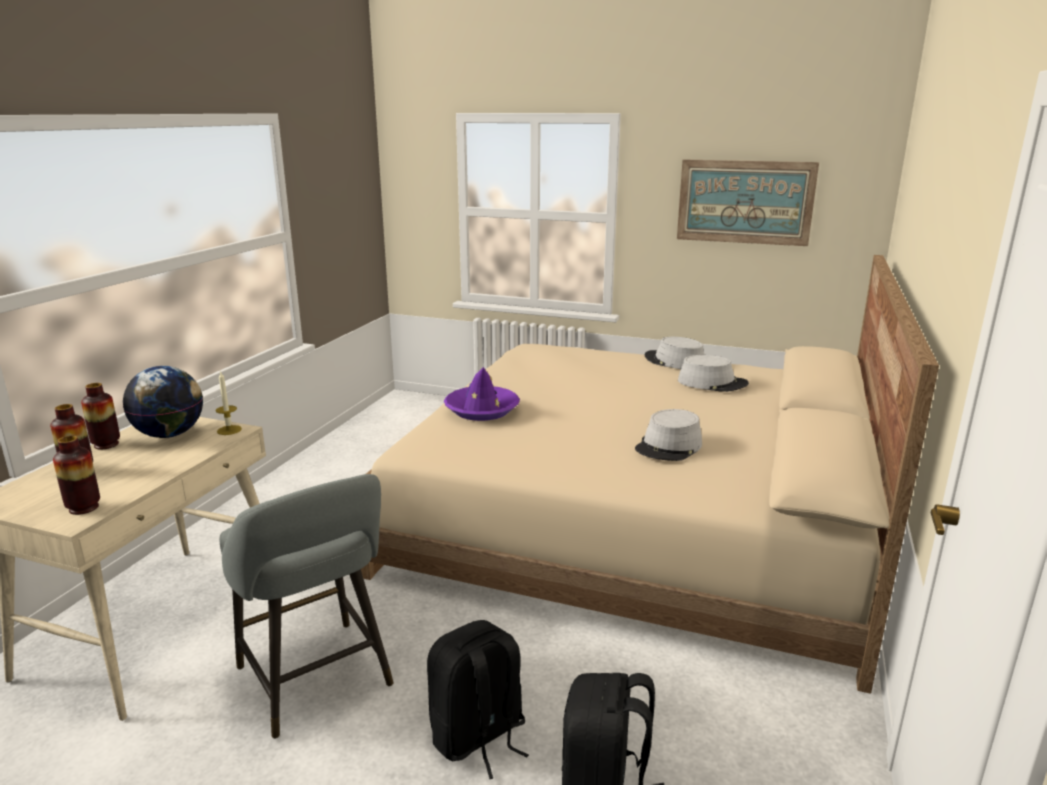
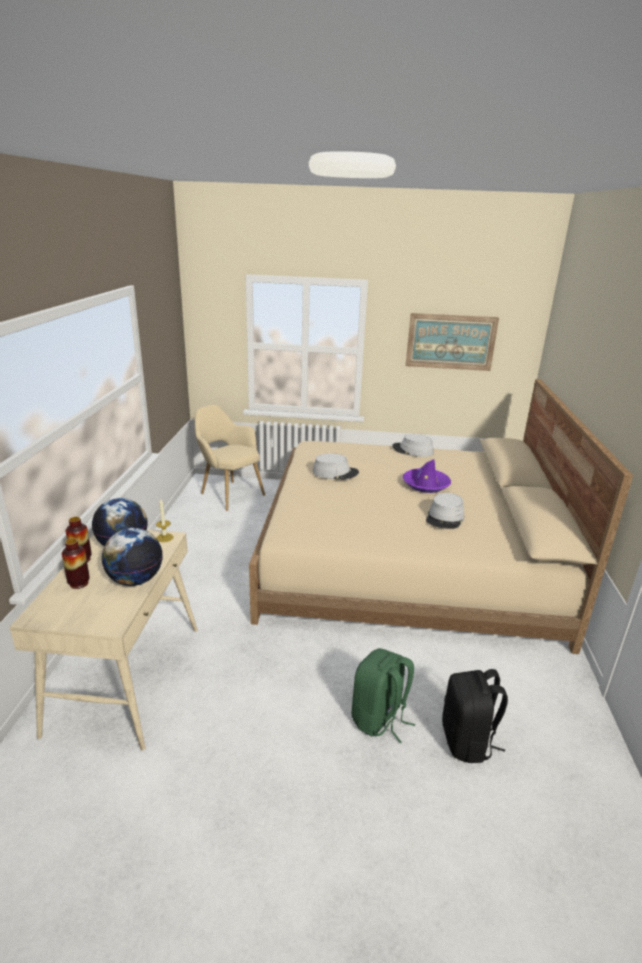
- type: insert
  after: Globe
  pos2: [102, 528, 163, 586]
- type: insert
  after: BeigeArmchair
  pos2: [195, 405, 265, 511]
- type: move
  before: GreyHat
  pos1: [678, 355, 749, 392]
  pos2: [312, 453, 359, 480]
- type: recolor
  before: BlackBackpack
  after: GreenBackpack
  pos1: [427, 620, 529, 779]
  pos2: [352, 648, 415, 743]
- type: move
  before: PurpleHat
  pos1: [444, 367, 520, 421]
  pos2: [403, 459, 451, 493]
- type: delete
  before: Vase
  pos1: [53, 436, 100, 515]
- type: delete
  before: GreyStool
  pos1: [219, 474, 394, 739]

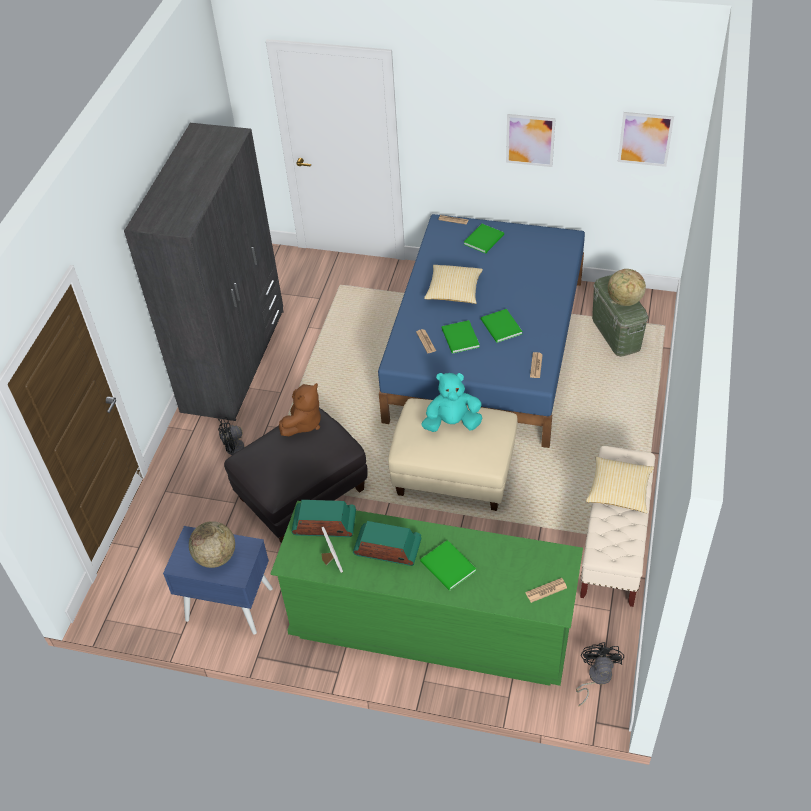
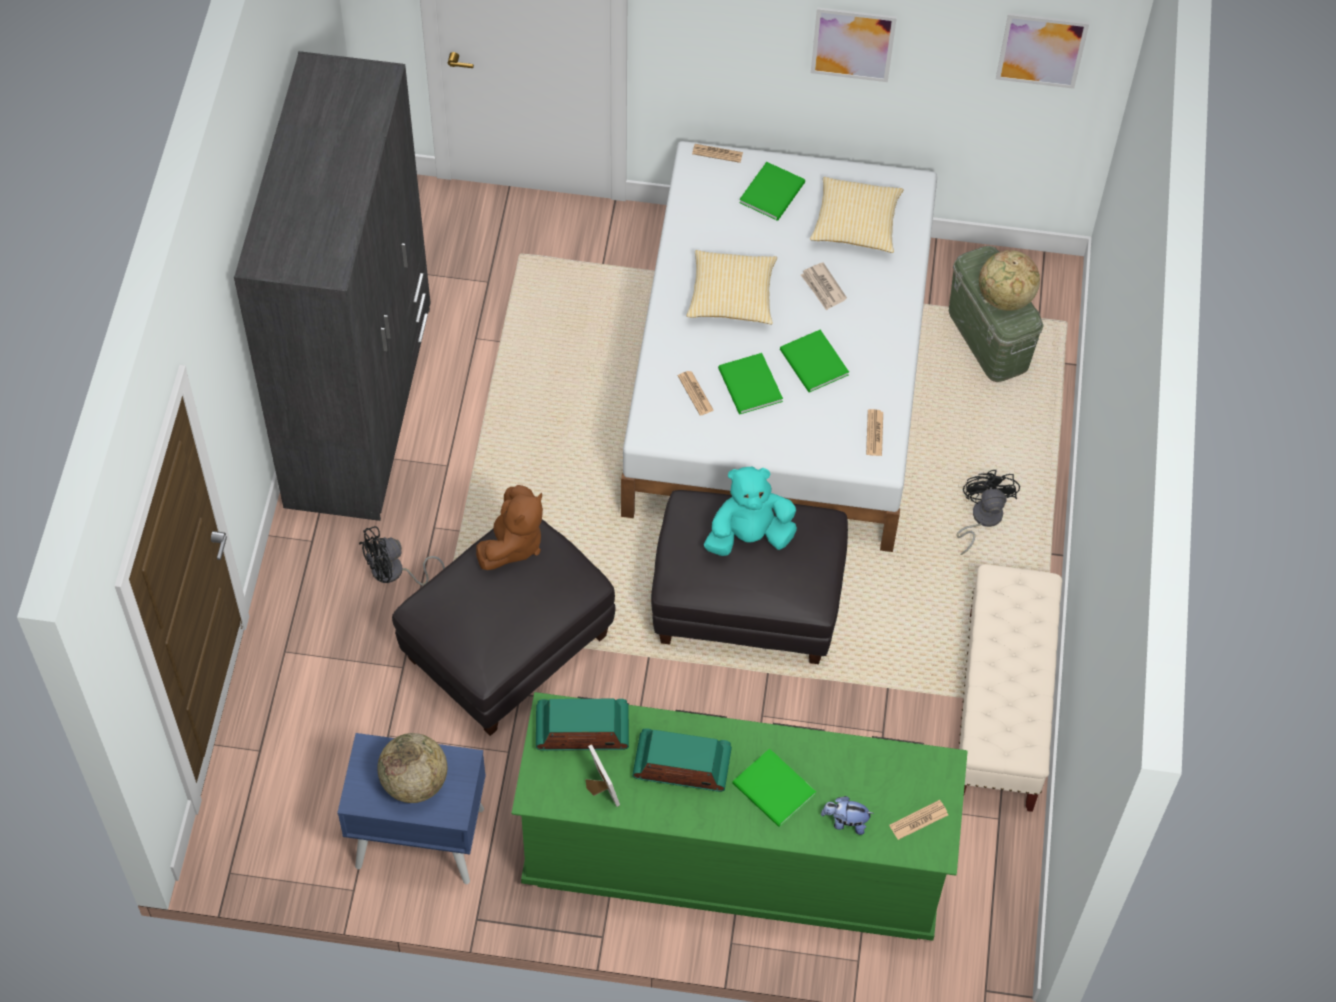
- type: recolor
  before: BlueBed
  after: WhiteBed
  pos1: [378, 214, 585, 448]
  pos2: [621, 141, 937, 552]
- type: recolor
  before: BeigeOttoman
  after: BlackOttoman
  pos1: [388, 398, 518, 511]
  pos2: [651, 490, 848, 664]
- type: insert
  after: Newspaper
  pos2: [801, 262, 847, 311]
- type: move
  before: Pillow
  pos1: [586, 457, 654, 513]
  pos2: [810, 177, 903, 253]
- type: insert
  after: PlushToy
  pos2: [821, 796, 874, 835]
- type: move
  before: BlackFan
  pos1: [576, 642, 624, 706]
  pos2: [956, 470, 1020, 555]

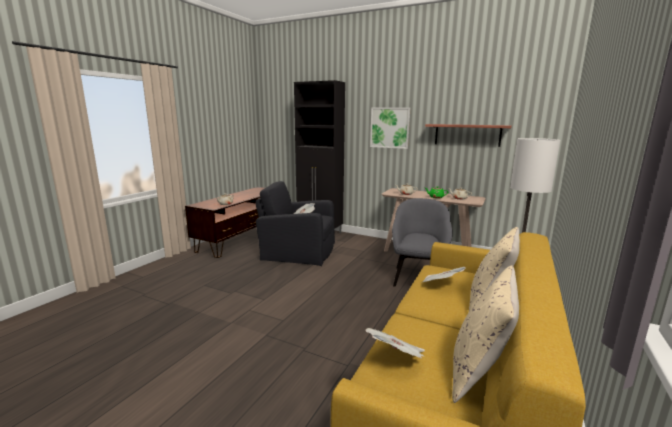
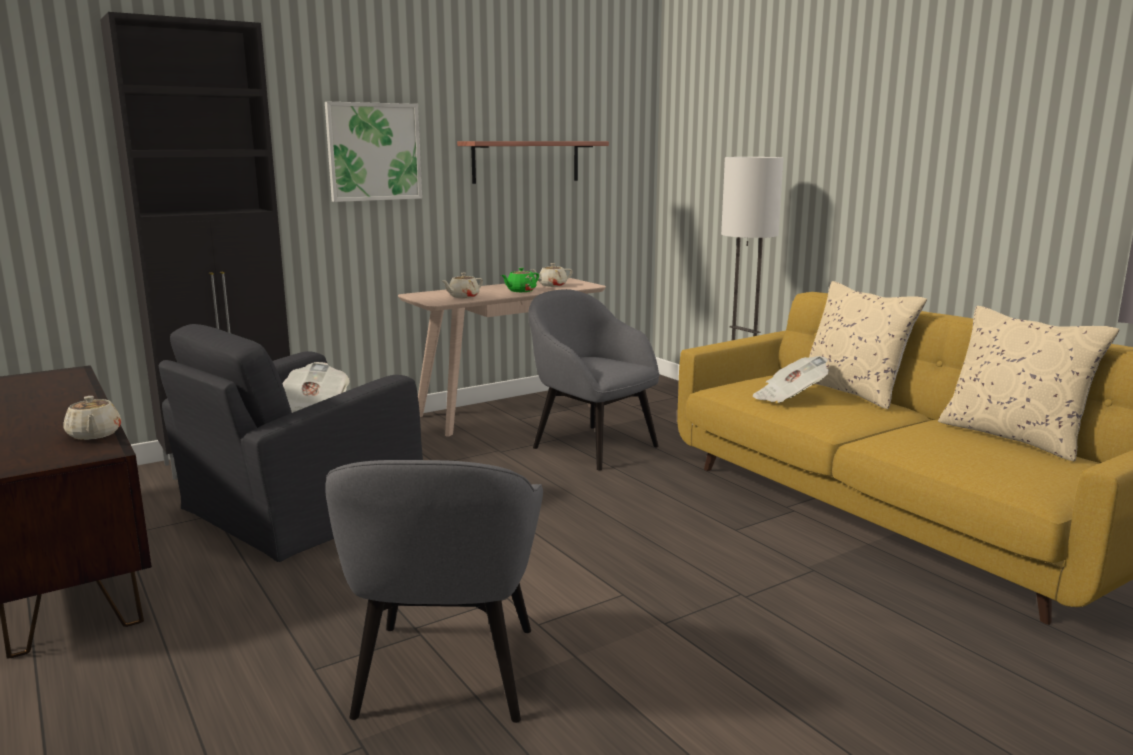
- type: insert
  after: GreyArmchair
  pos2: [325, 460, 543, 723]
- type: delete
  before: Newspaper
  pos1: [365, 328, 425, 358]

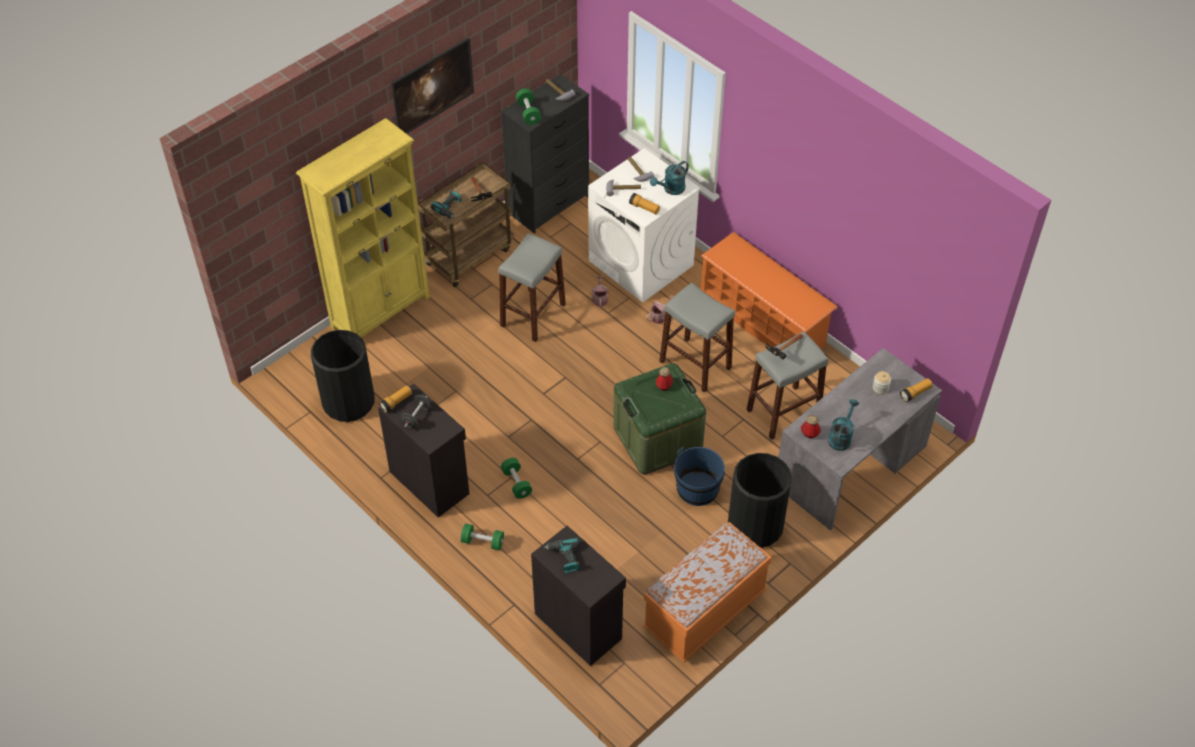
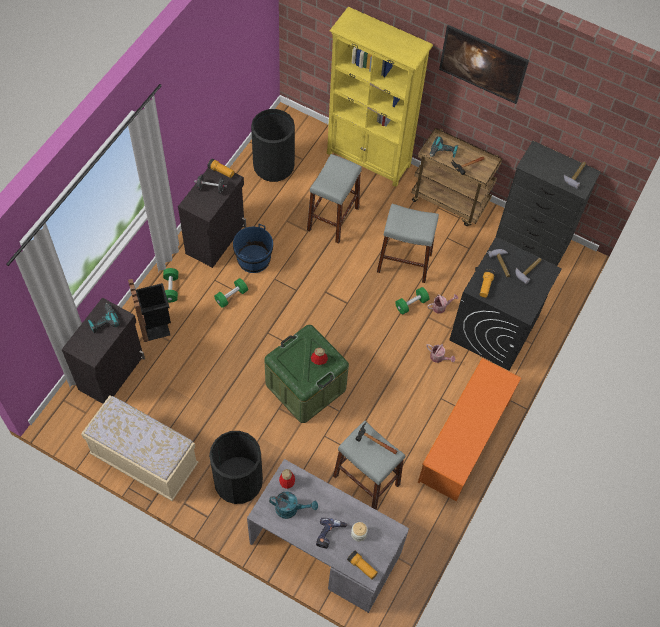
- type: recolor
  before: OrangeBench
  after: BeigeBench
  pos1: [643, 522, 772, 663]
  pos2: [81, 395, 198, 501]
- type: insert
  after: BlackTrashCan
  pos2: [128, 279, 171, 342]
- type: move
  before: BlueBucket
  pos1: [674, 447, 725, 506]
  pos2: [233, 223, 273, 273]
- type: move
  before: GreyStool
  pos1: [659, 283, 735, 393]
  pos2: [307, 154, 362, 244]
- type: insert
  after: PowerDrill
  pos2: [316, 518, 347, 549]
- type: move
  before: GreenDumbbell
  pos1: [516, 88, 541, 125]
  pos2: [395, 287, 429, 314]
- type: recolor
  before: WhiteWashingMachine
  after: BlackWashingMachine
  pos1: [588, 148, 701, 303]
  pos2: [449, 237, 561, 370]
- type: delete
  before: TurquoiseWateringCan
  pos1: [650, 161, 689, 195]

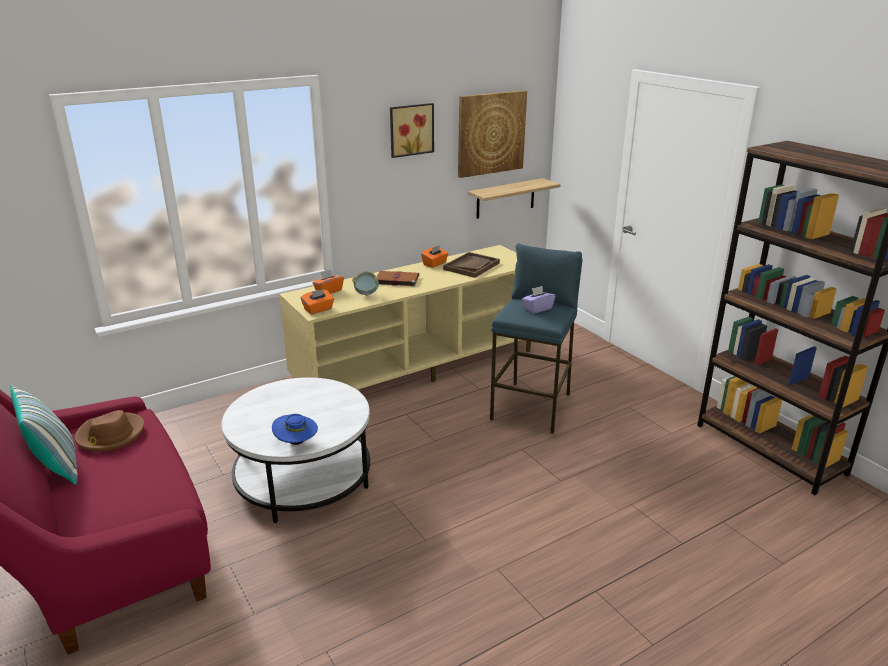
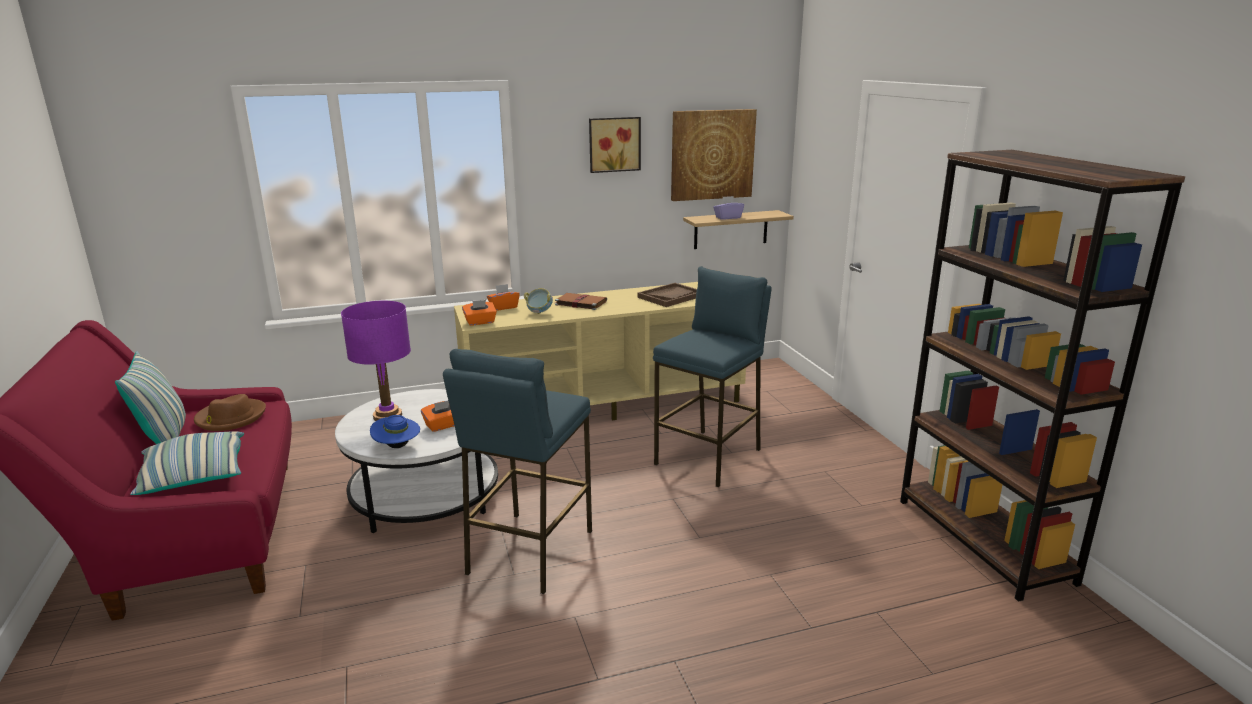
- type: insert
  after: Pillow
  pos2: [130, 431, 244, 495]
- type: insert
  after: PurpleTableLamp
  pos2: [341, 301, 411, 421]
- type: move
  before: OrangeTissueBox
  pos1: [421, 245, 448, 268]
  pos2: [421, 401, 454, 432]
- type: insert
  after: BlueStool
  pos2: [443, 349, 592, 594]
- type: move
  before: PurpleTissueBox
  pos1: [522, 286, 555, 314]
  pos2: [713, 196, 744, 220]

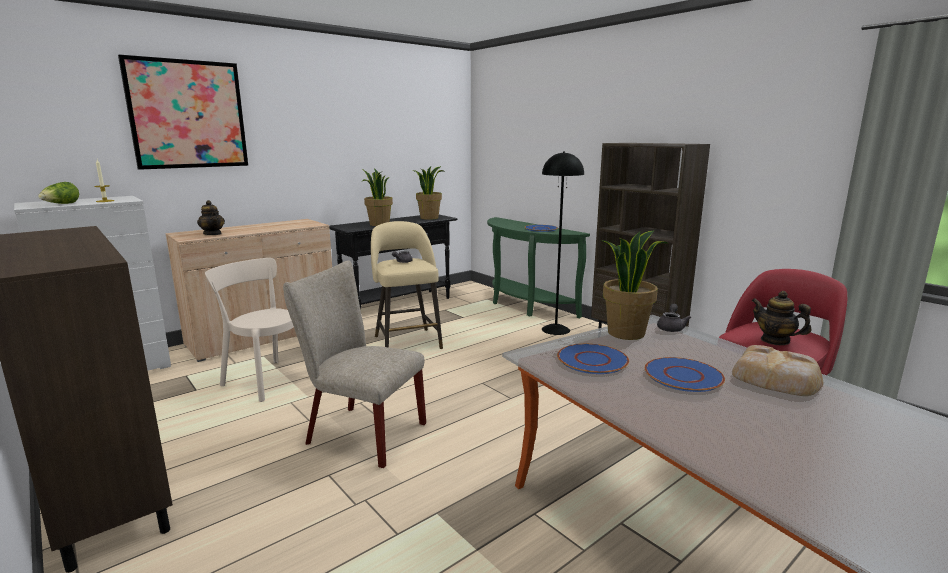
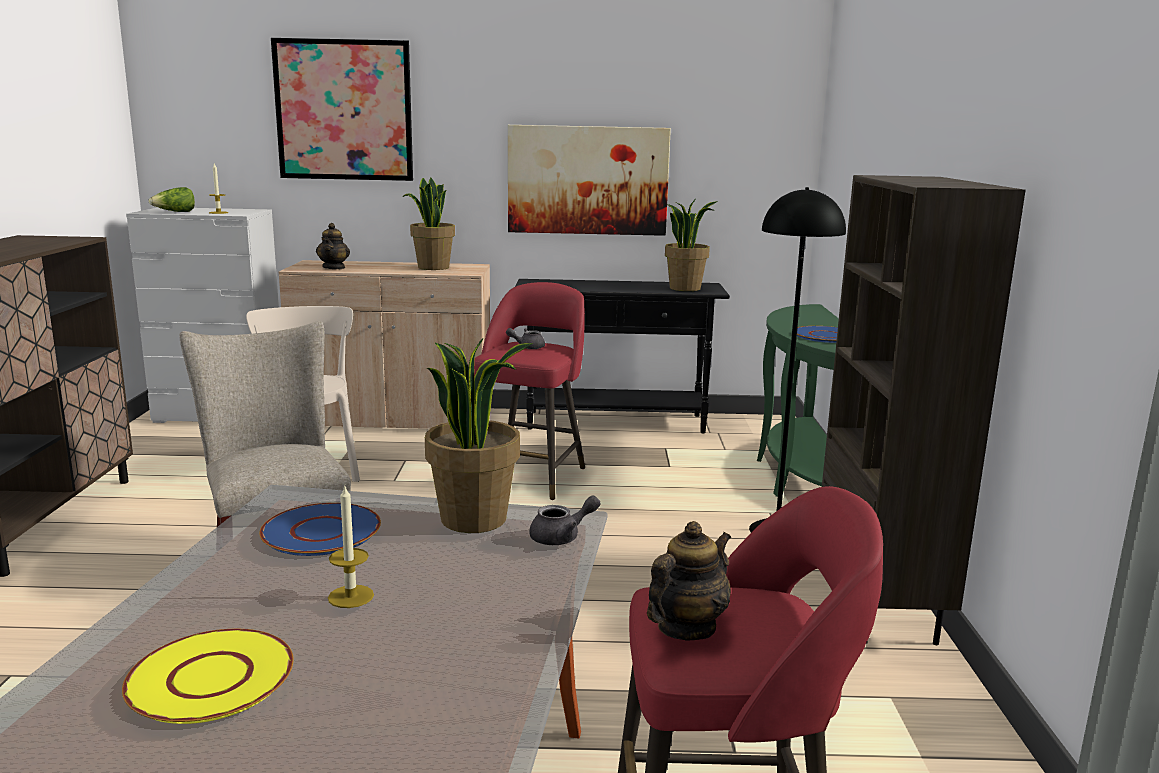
- type: insert
  after: YellowPlate
  pos2: [122, 629, 294, 724]
- type: replace
  before: BluePlate
  after: Candle
  pos1: [645, 357, 725, 392]
  pos2: [328, 486, 374, 608]
- type: move
  before: PottedPlant
  pos1: [362, 168, 393, 226]
  pos2: [402, 178, 455, 270]
- type: recolor
  before: BeigeStool
  after: RedStool
  pos1: [371, 221, 443, 349]
  pos2: [474, 282, 585, 500]
- type: insert
  after: Picture
  pos2: [508, 125, 671, 236]
- type: rotate
  before: Teapot
  pos1: [751, 291, 811, 345]
  pos2: [647, 521, 731, 641]
  turn: 45
- type: delete
  before: Bread
  pos1: [732, 345, 823, 396]

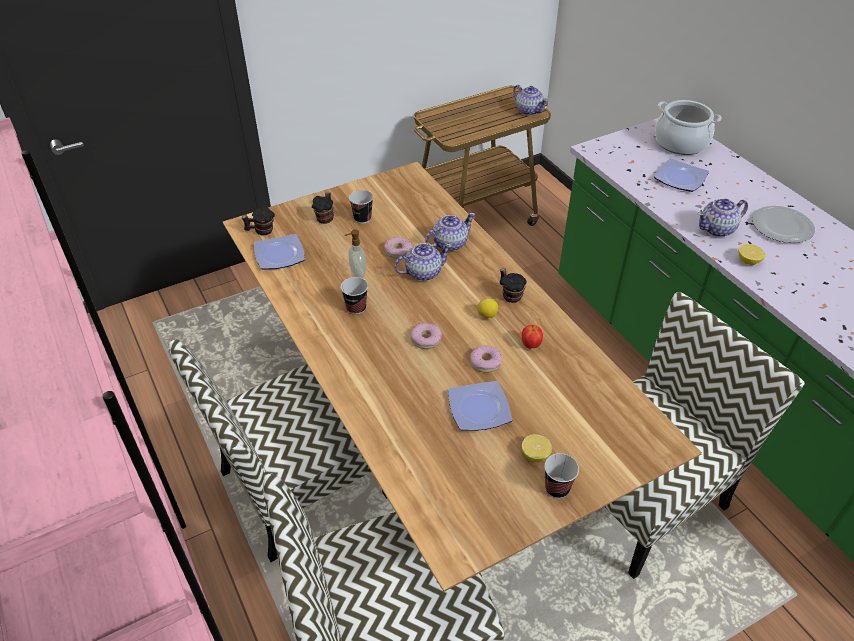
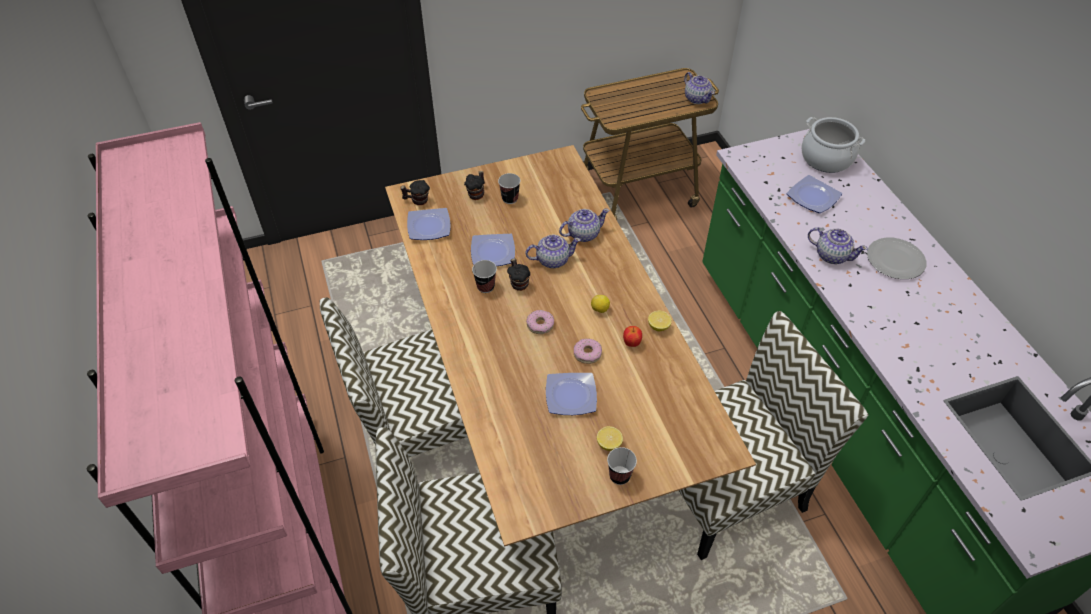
- type: replace
  before: SoapDispenser
  after: Plate
  pos1: [345, 230, 366, 278]
  pos2: [471, 234, 515, 266]
- type: move
  before: Mug
  pos1: [500, 269, 526, 303]
  pos2: [507, 258, 530, 291]
- type: move
  before: Lemon
  pos1: [739, 244, 766, 265]
  pos2: [648, 311, 672, 331]
- type: rotate
  before: Teapot
  pos1: [698, 198, 748, 237]
  pos2: [808, 227, 868, 264]
  turn: -135
- type: delete
  before: Donut
  pos1: [384, 237, 412, 259]

